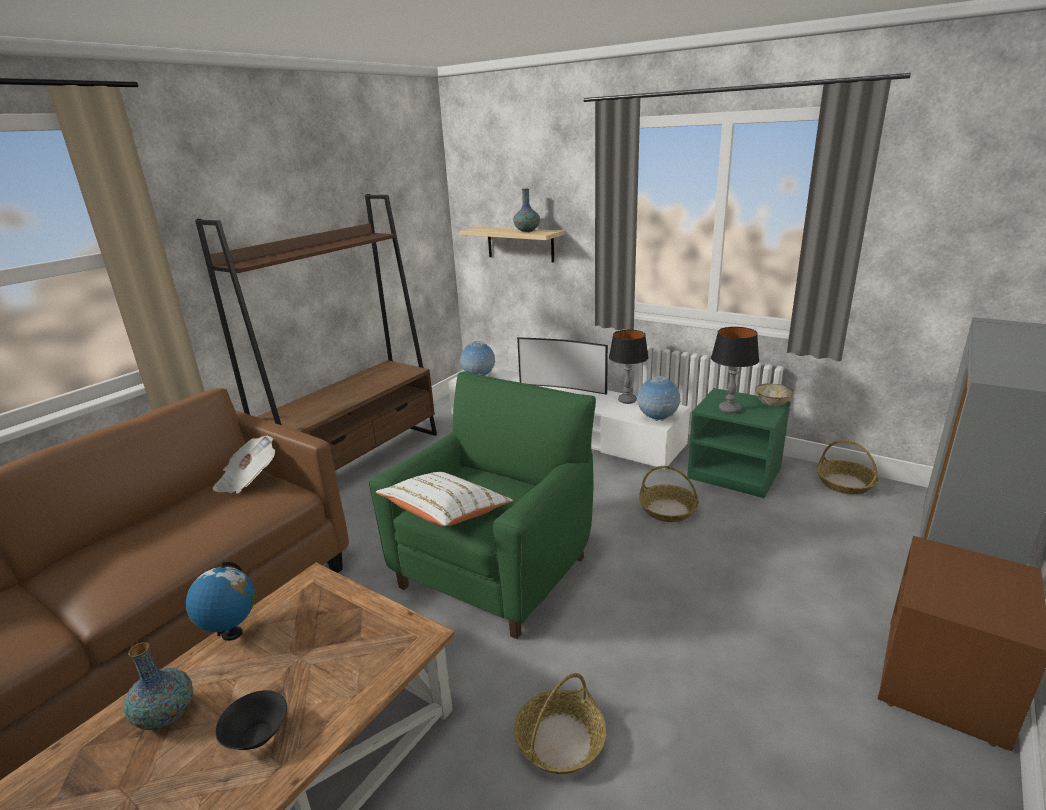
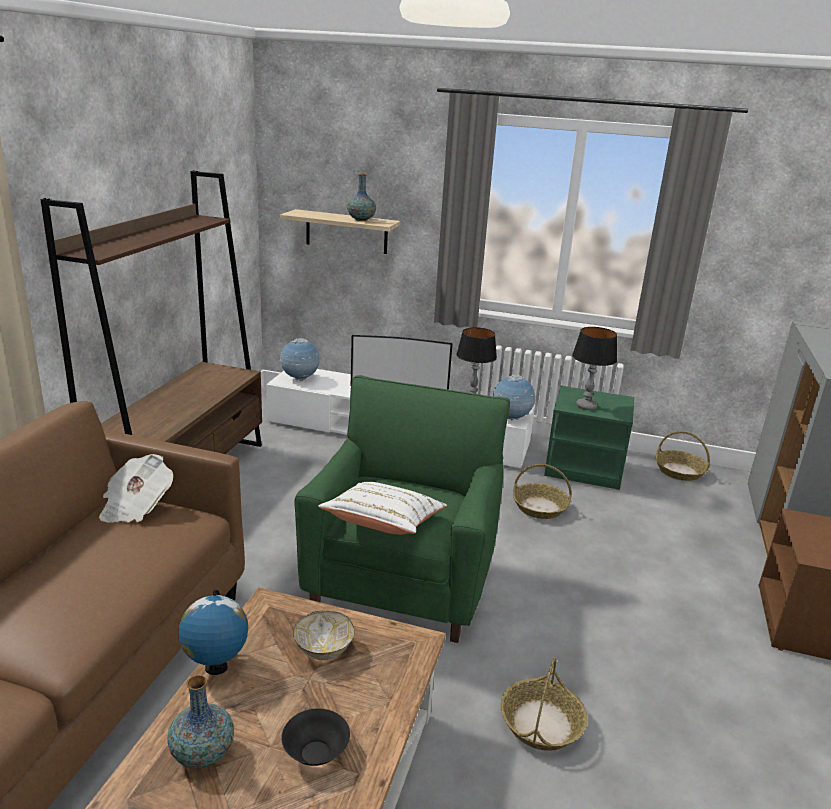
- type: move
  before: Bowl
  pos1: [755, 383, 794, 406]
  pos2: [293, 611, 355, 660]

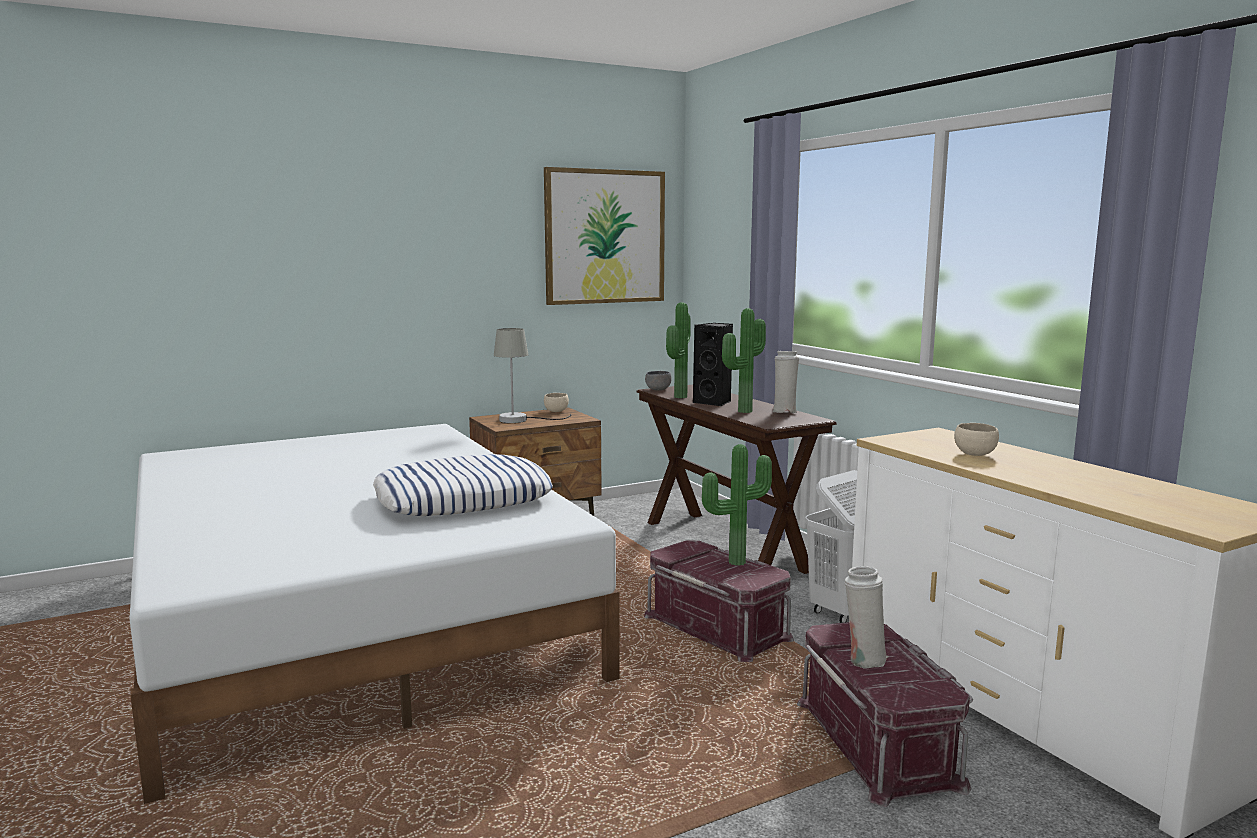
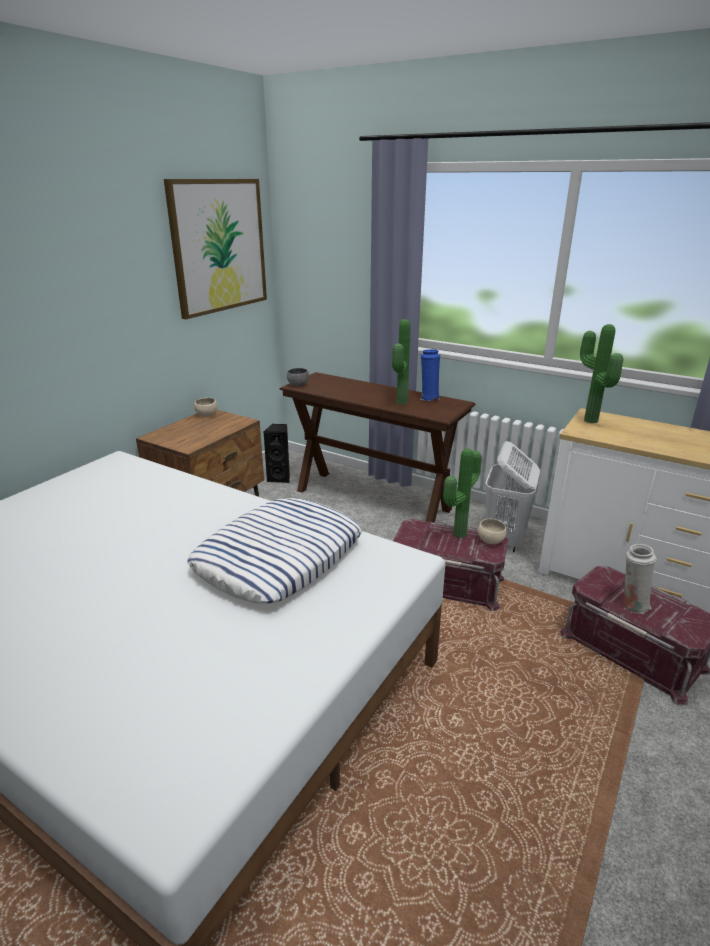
- type: move
  before: BlackSpeaker
  pos1: [693, 323, 733, 406]
  pos2: [264, 424, 290, 483]
- type: recolor
  before: WhiteVase
  after: BlueVase
  pos1: [773, 351, 799, 413]
  pos2: [421, 349, 440, 401]
- type: move
  before: BeigeBowl
  pos1: [954, 423, 999, 456]
  pos2: [478, 519, 507, 544]
- type: move
  before: PottedPlant
  pos1: [666, 302, 691, 398]
  pos2: [580, 324, 623, 424]
- type: delete
  before: GreyTableLamp
  pos1: [494, 328, 571, 423]

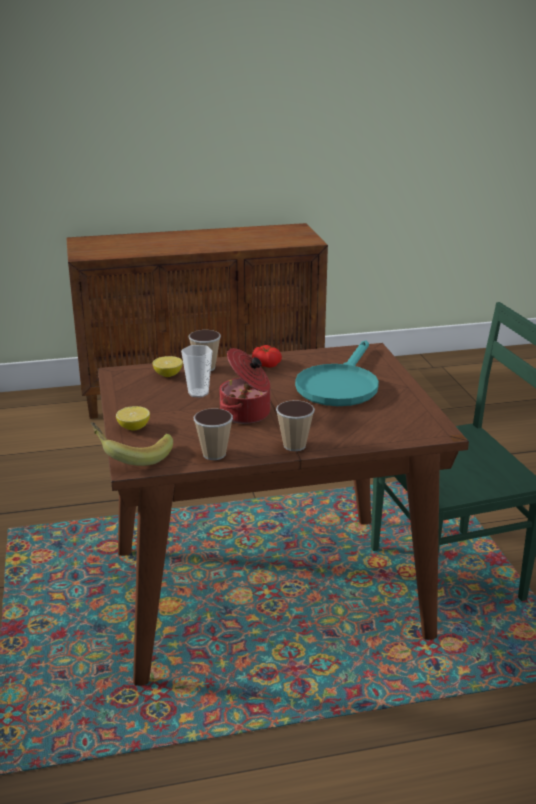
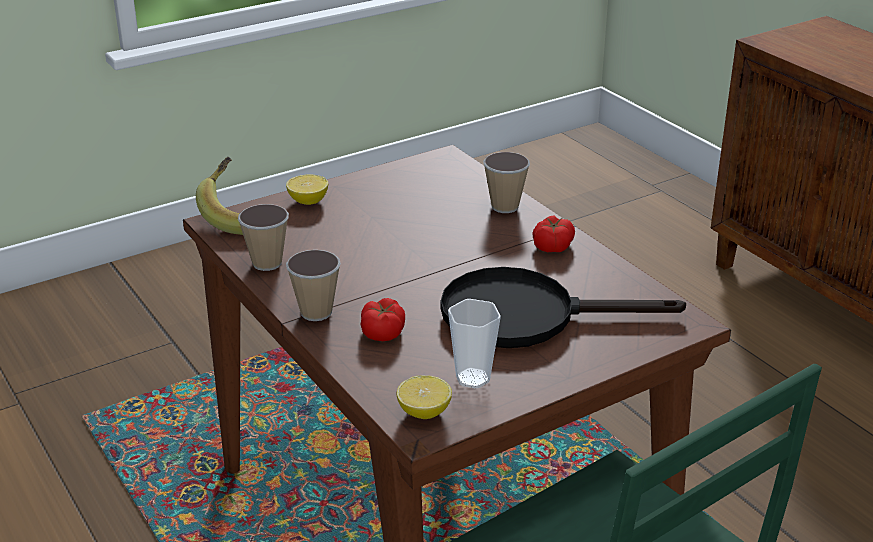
- type: insert
  after: Tomato
  pos2: [361, 298, 405, 341]
- type: move
  before: Lemon
  pos1: [153, 356, 183, 377]
  pos2: [397, 375, 452, 419]
- type: recolor
  before: TurquoiseFryingPan
  after: BlackFryingPan
  pos1: [295, 340, 379, 406]
  pos2: [441, 267, 686, 348]
- type: move
  before: Cup
  pos1: [181, 345, 212, 398]
  pos2: [448, 299, 501, 389]
- type: delete
  before: CookingPot
  pos1: [219, 348, 270, 424]

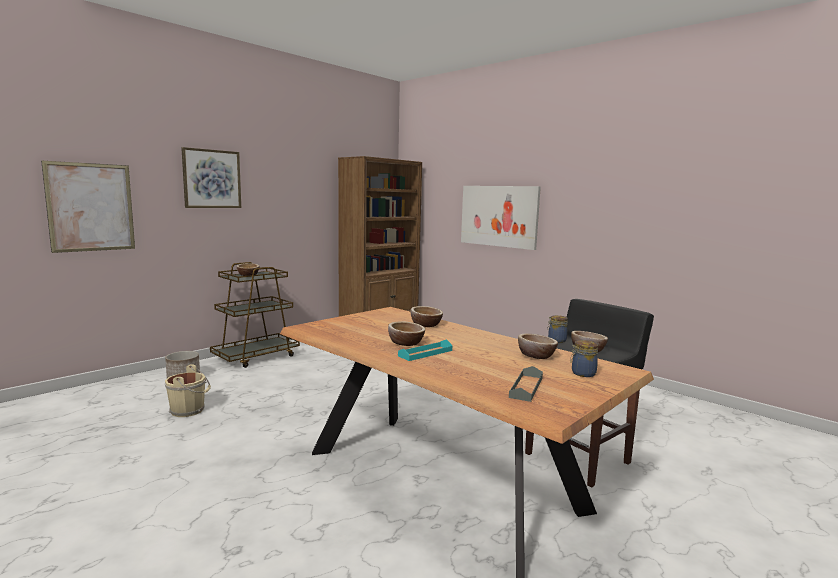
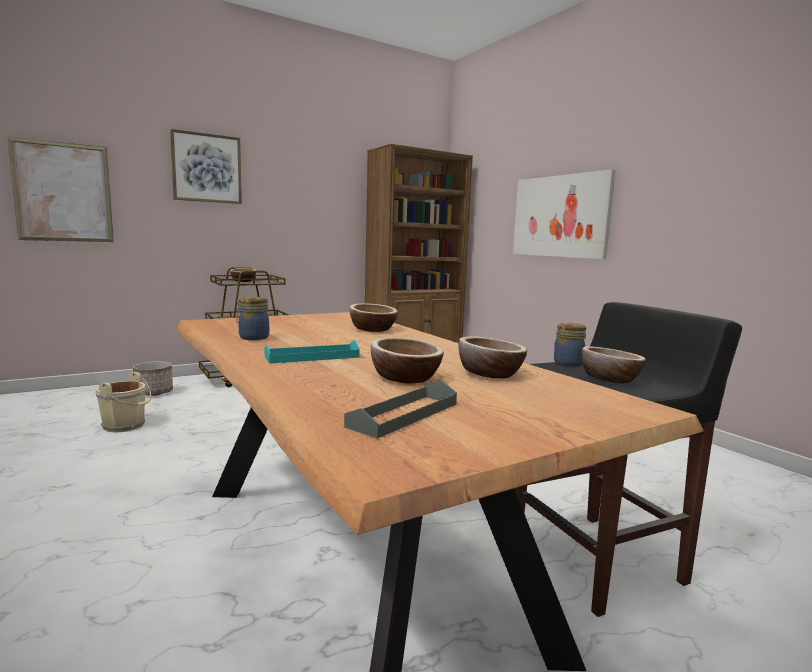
- type: move
  before: Jar
  pos1: [570, 340, 598, 377]
  pos2: [236, 297, 269, 340]
- type: move
  before: Bowl
  pos1: [388, 321, 425, 346]
  pos2: [371, 337, 444, 383]

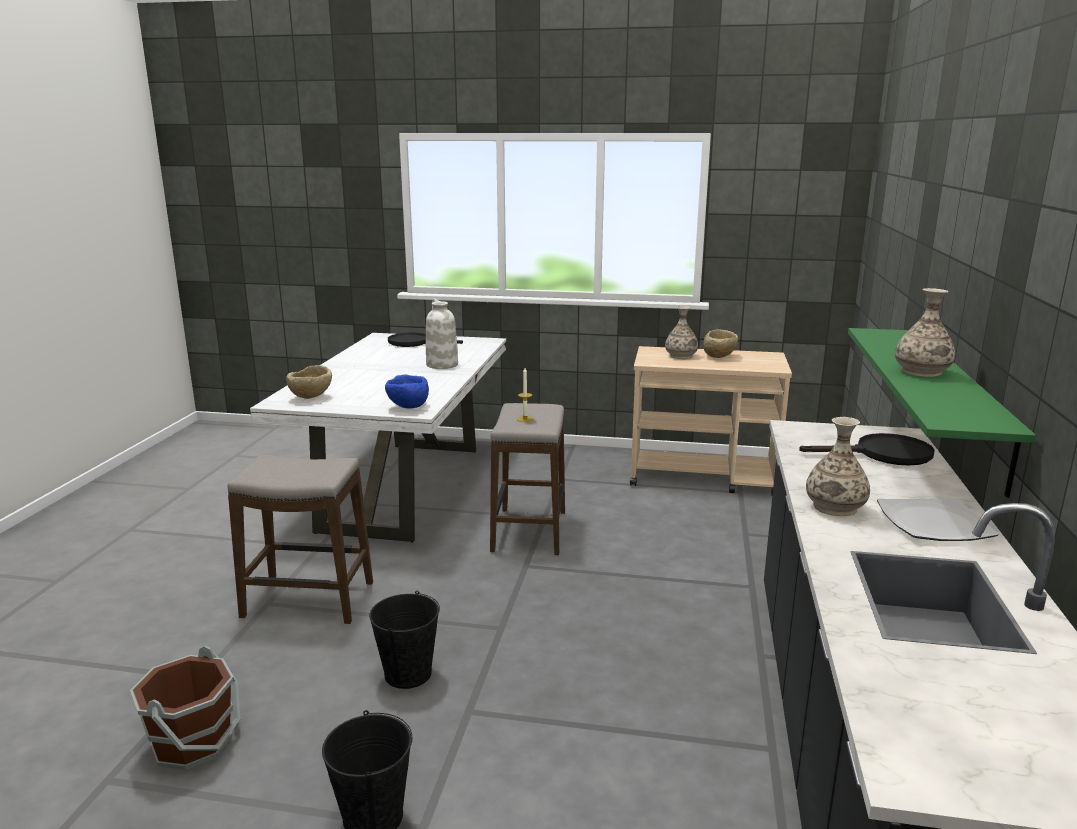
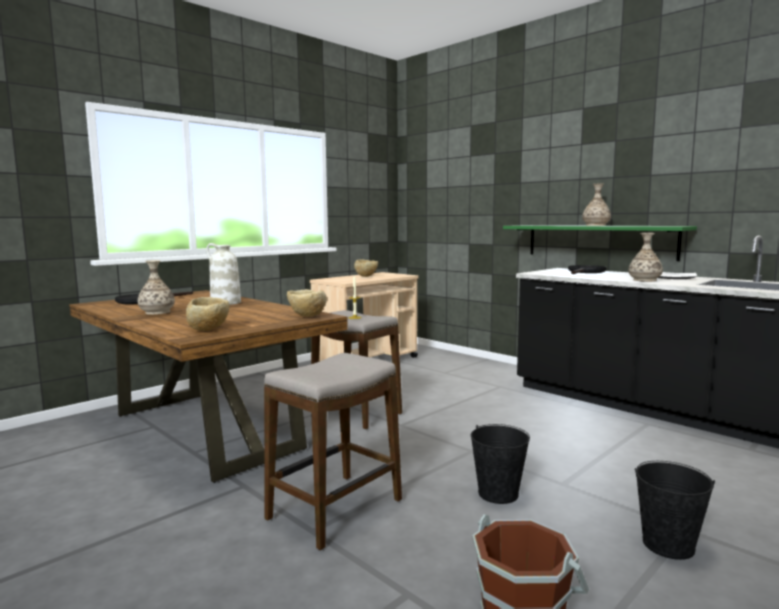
- type: recolor
  before: WhiteDiningTable
  after: BrownDiningTable
  pos1: [250, 333, 506, 543]
  pos2: [69, 290, 348, 483]
- type: move
  before: Vase
  pos1: [665, 306, 698, 359]
  pos2: [138, 260, 175, 315]
- type: recolor
  before: BlueBowl
  after: BeigeBowl
  pos1: [385, 374, 429, 409]
  pos2: [287, 289, 327, 317]

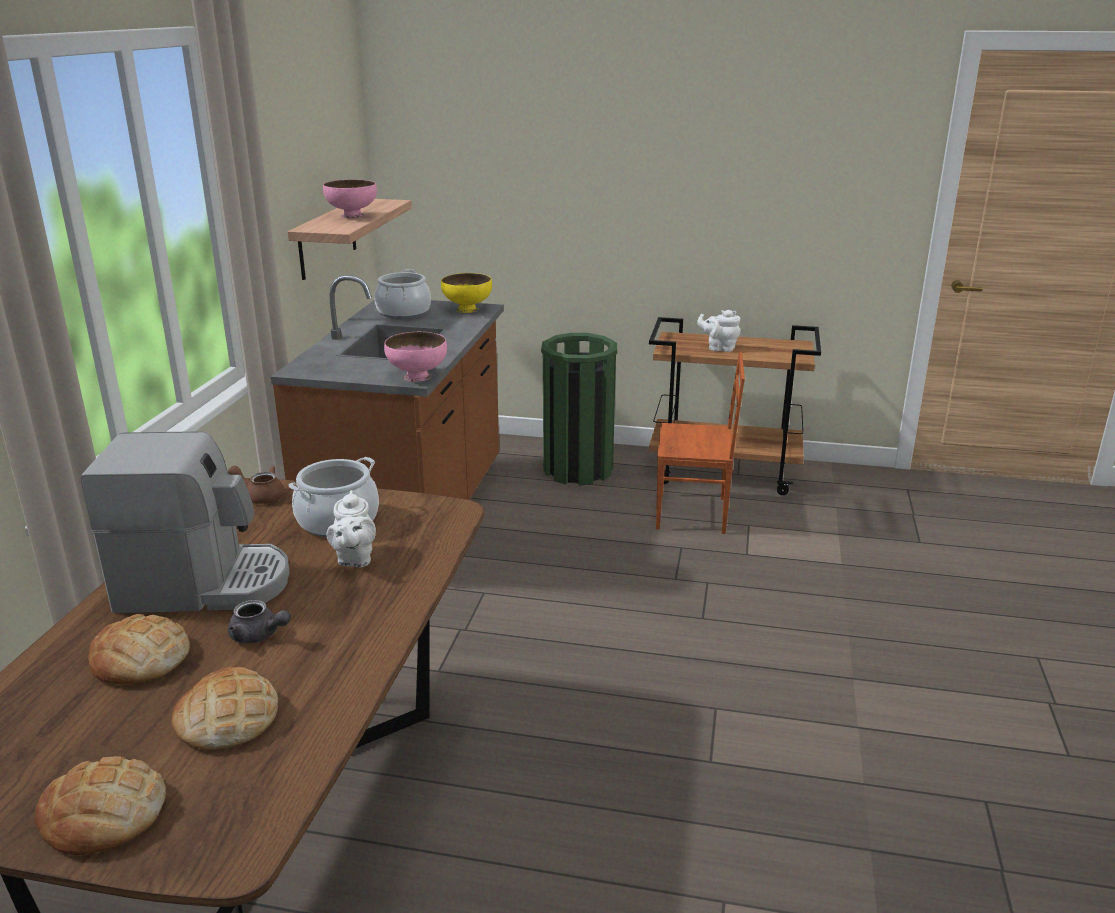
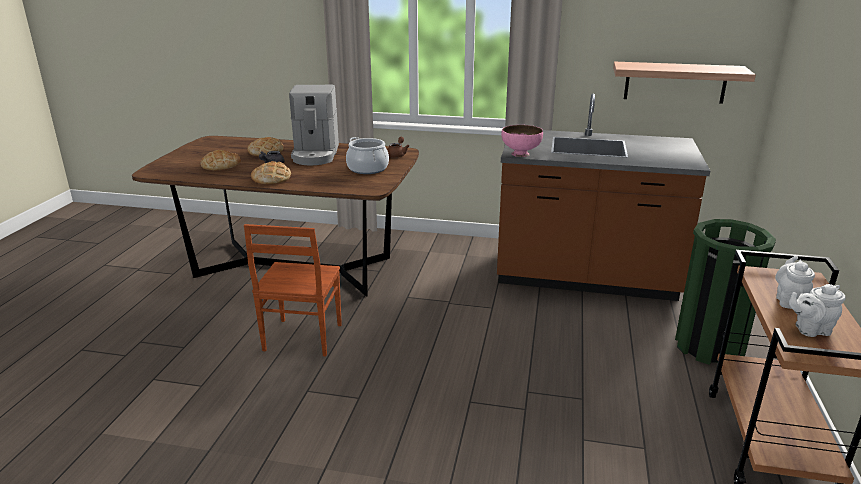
- type: move
  before: BrownChair
  pos1: [656, 351, 745, 534]
  pos2: [244, 224, 342, 356]
- type: move
  before: Bread
  pos1: [35, 756, 166, 855]
  pos2: [251, 161, 291, 184]
- type: move
  before: WhiteTeapot
  pos1: [327, 490, 376, 567]
  pos2: [789, 284, 846, 337]
- type: delete
  before: PinkBowl
  pos1: [323, 179, 377, 218]
- type: delete
  before: CookingPot
  pos1: [374, 269, 431, 319]
- type: delete
  before: YellowBowl
  pos1: [441, 273, 492, 313]

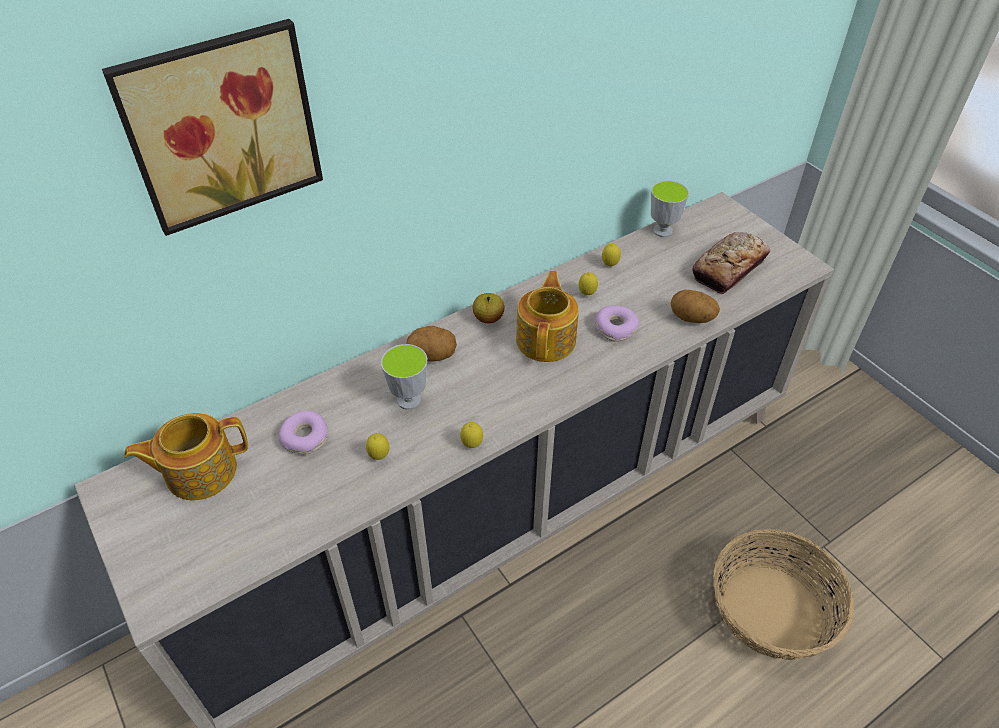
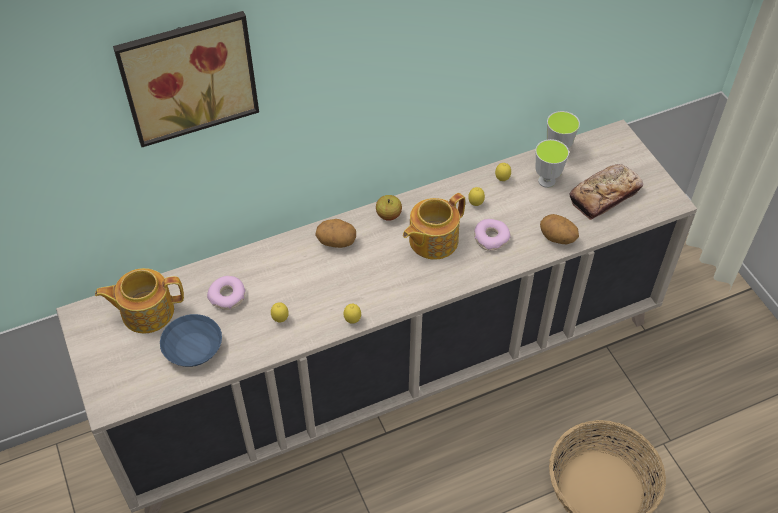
- type: insert
  after: BlueBowl
  pos2: [160, 314, 222, 367]
- type: rotate
  before: Teapot
  pos1: [516, 271, 579, 362]
  pos2: [403, 193, 465, 260]
  turn: -150
- type: move
  before: Cup
  pos1: [381, 344, 427, 410]
  pos2: [535, 139, 569, 188]

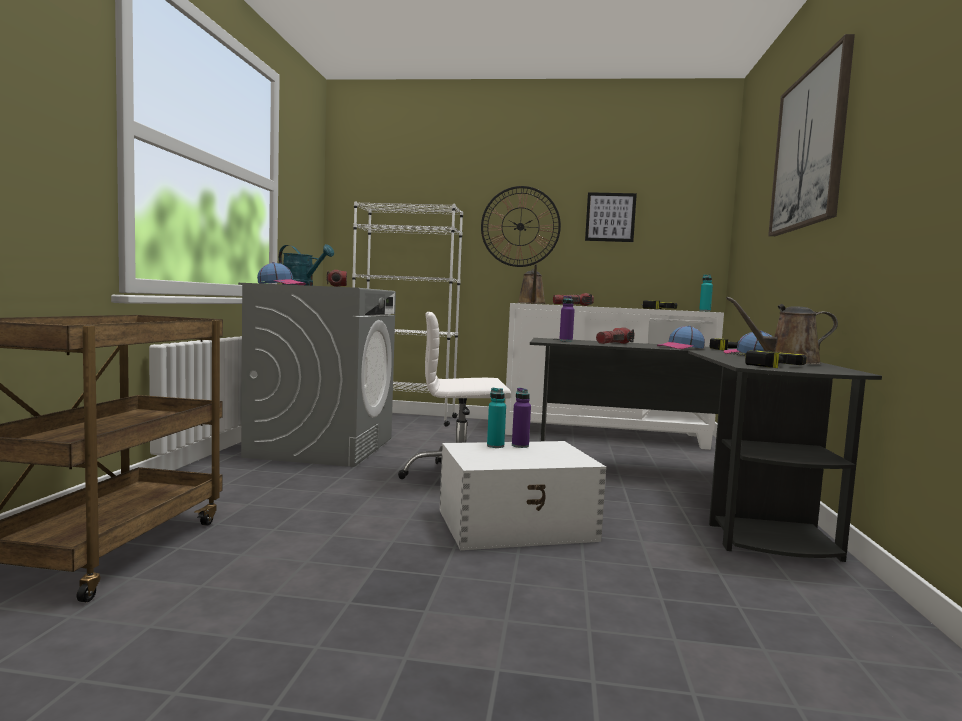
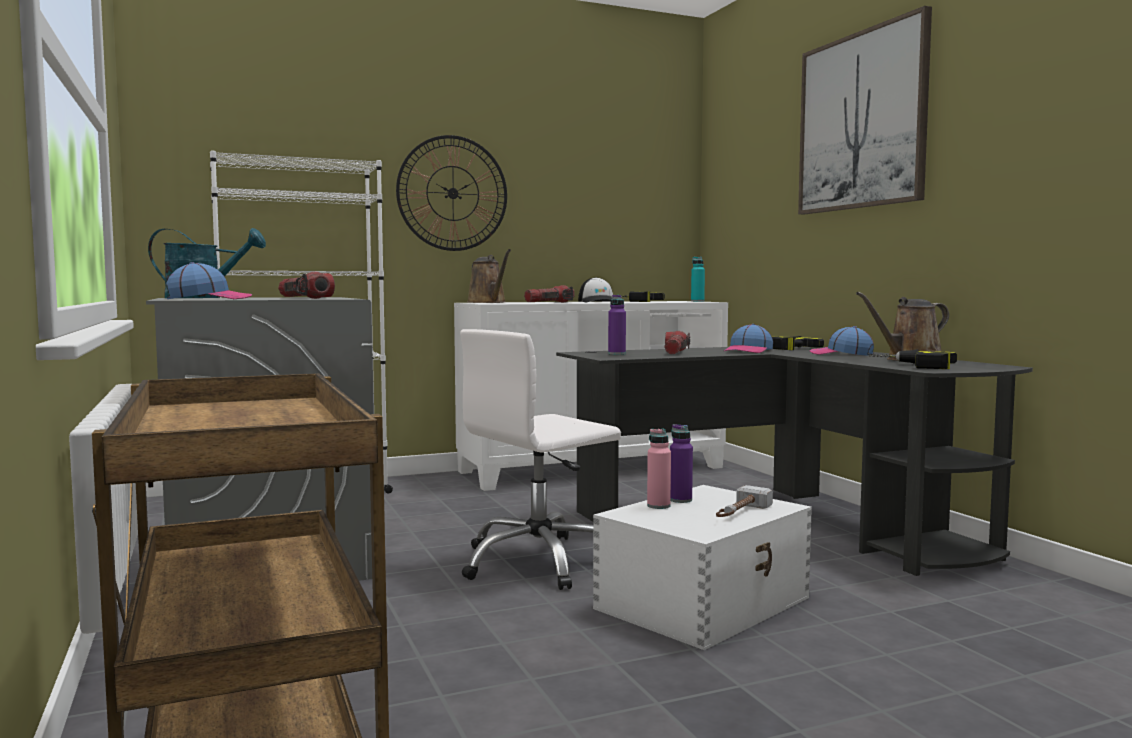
- type: insert
  after: Cap
  pos2: [578, 277, 613, 302]
- type: recolor
  before: TurquoiseBottle
  after: PinkBottle
  pos1: [487, 388, 506, 448]
  pos2: [647, 428, 671, 509]
- type: insert
  after: Hammer
  pos2: [716, 485, 773, 517]
- type: delete
  before: Picture
  pos1: [585, 192, 637, 242]

